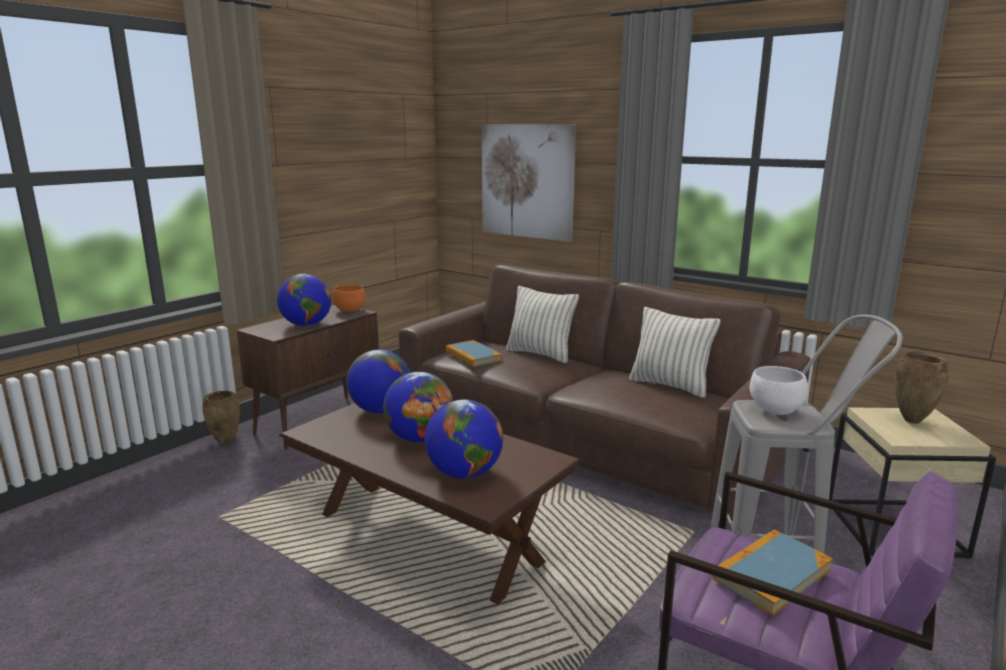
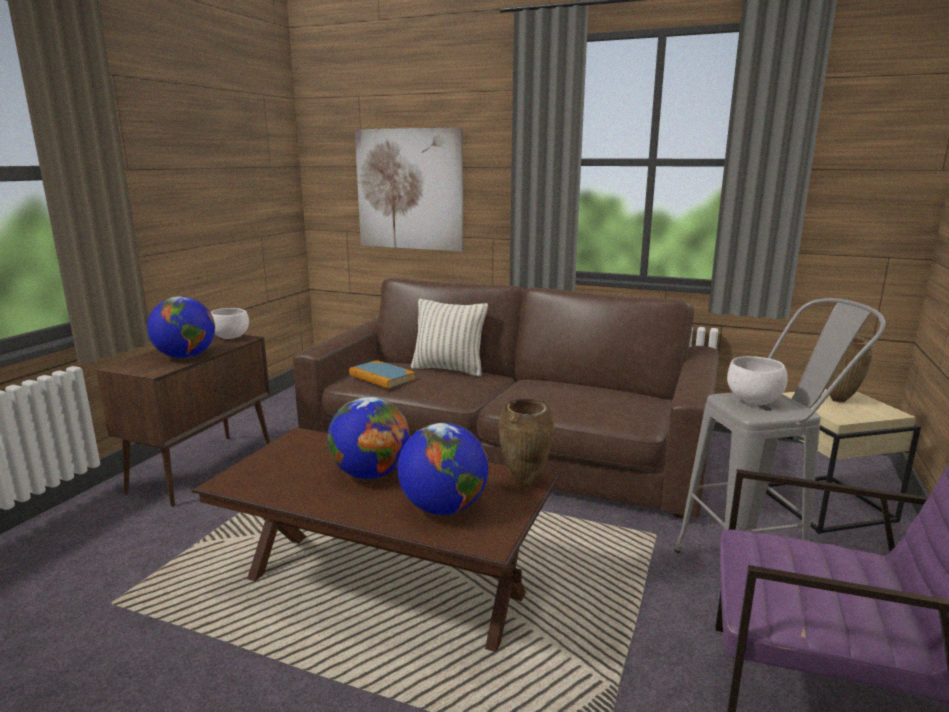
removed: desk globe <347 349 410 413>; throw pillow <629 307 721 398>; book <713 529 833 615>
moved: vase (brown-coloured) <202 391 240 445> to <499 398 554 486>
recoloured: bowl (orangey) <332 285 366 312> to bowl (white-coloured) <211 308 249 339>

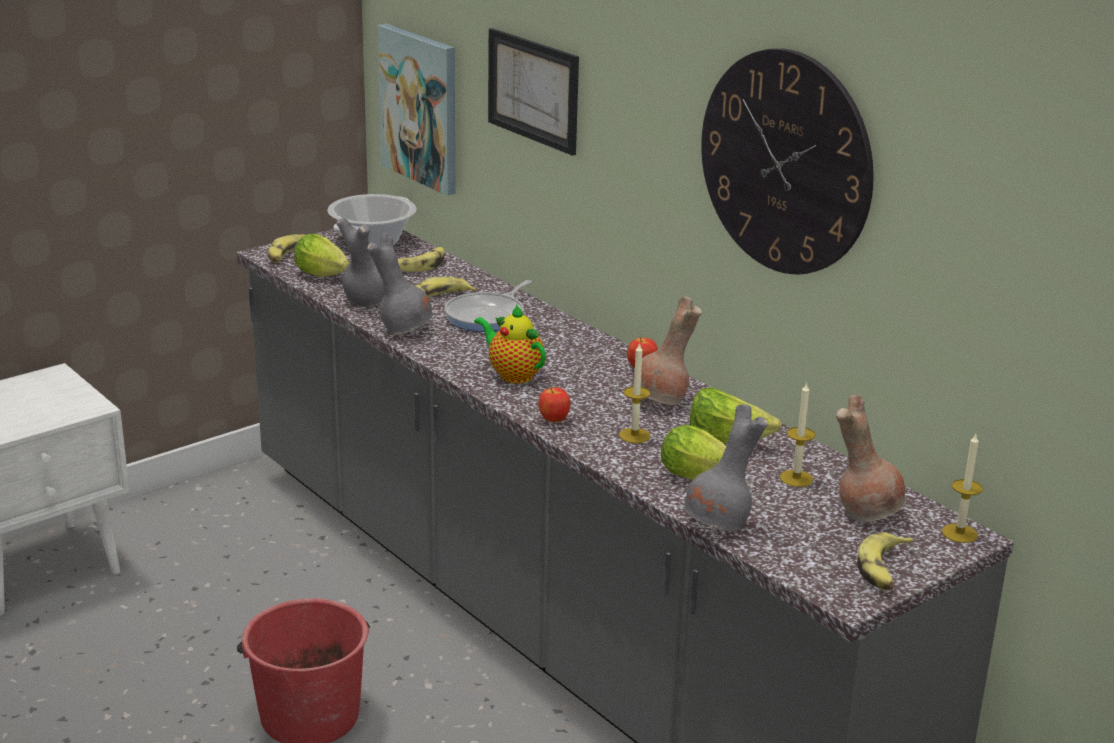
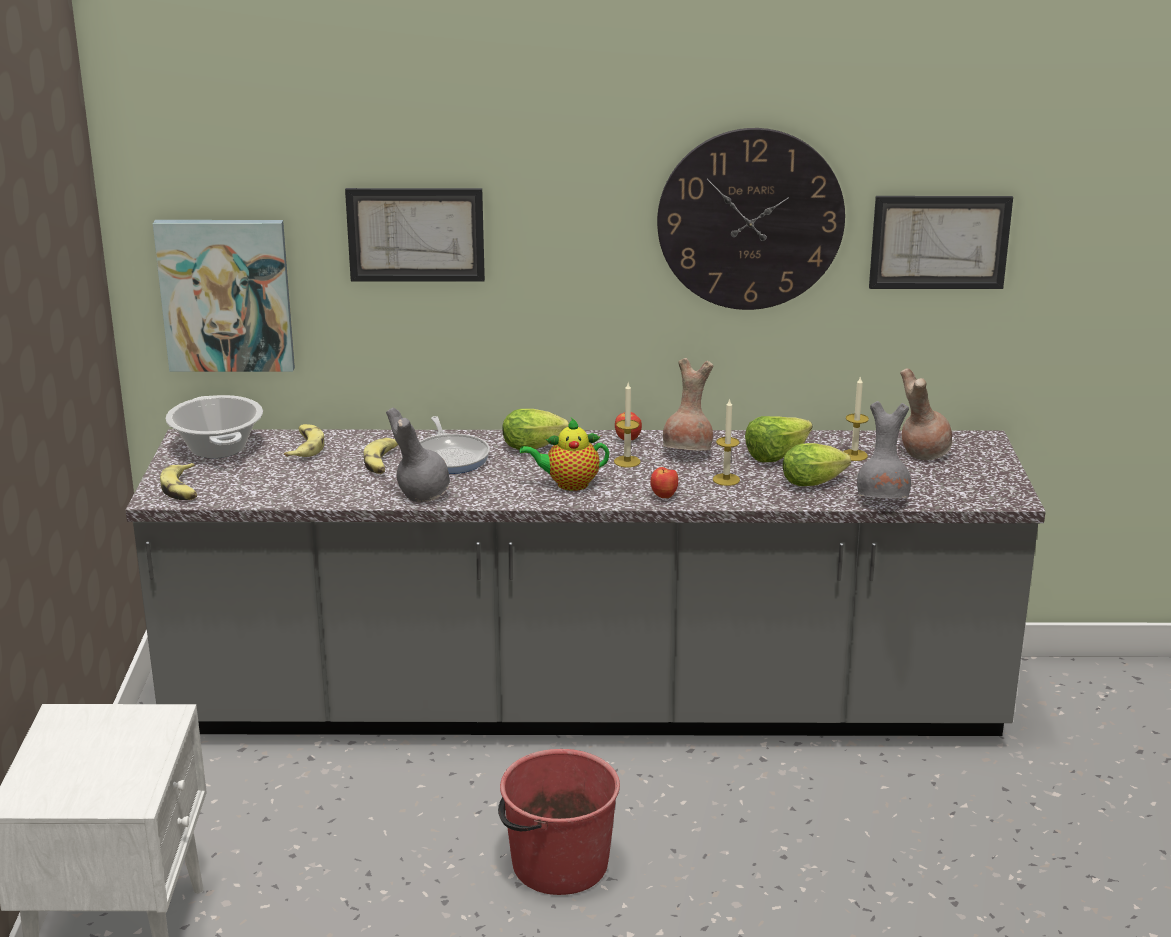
removed: vase (grey) <336 218 385 307>; banana <857 532 914 590>
added: picture <869 196 1013 289>
moved: head of lettuce <294 234 350 277> to <502 409 569 450>; wax candle <942 434 983 543> to <614 383 641 468>

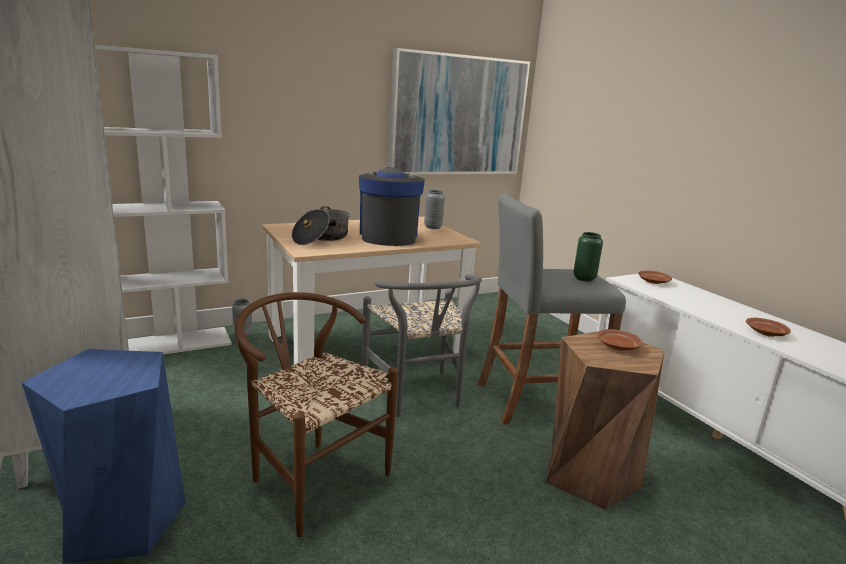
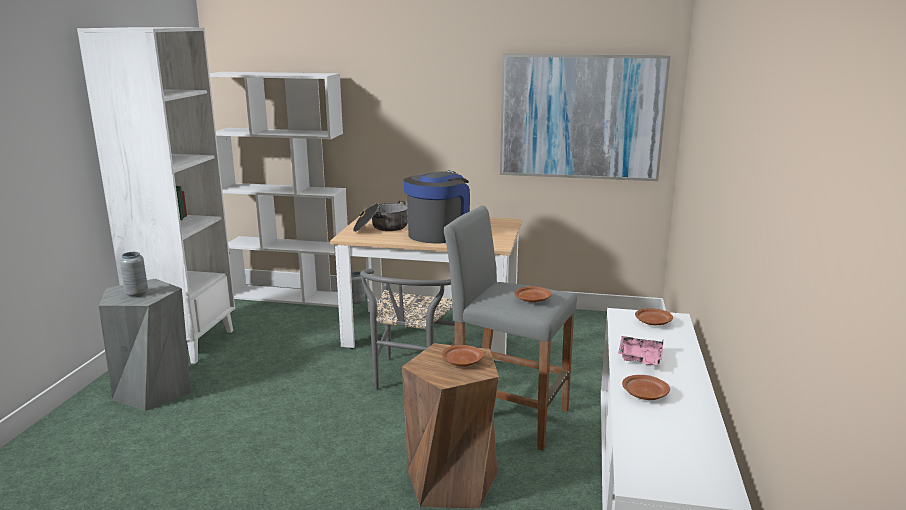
removed: chair (brown-coloured) <235 292 398 537>
added: tray (pinkish) <618 336 664 365>
moved: vase (grey) <424 190 445 229> to <120 252 148 298>
replaced: vase (green) <573 232 603 282> to flat dish (brown-coloured) <514 286 551 303>
recoloured: sitting stool (blue-coloured) <21 349 186 564> to sitting stool (grey) <99 279 191 411>

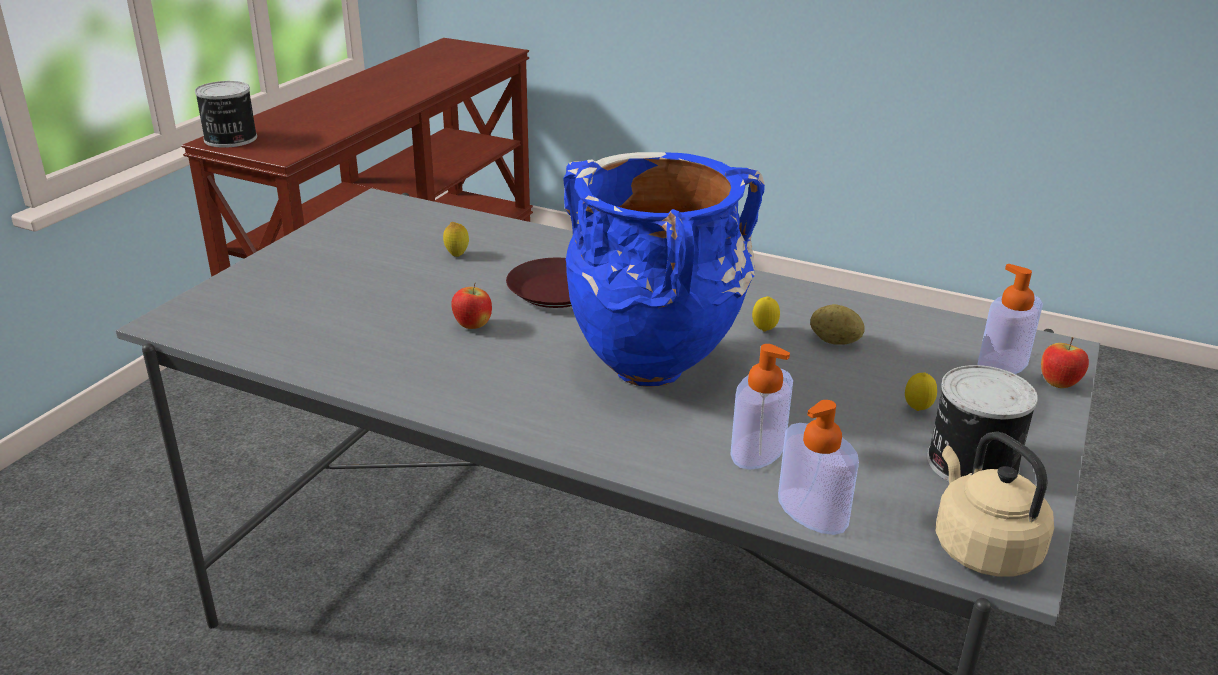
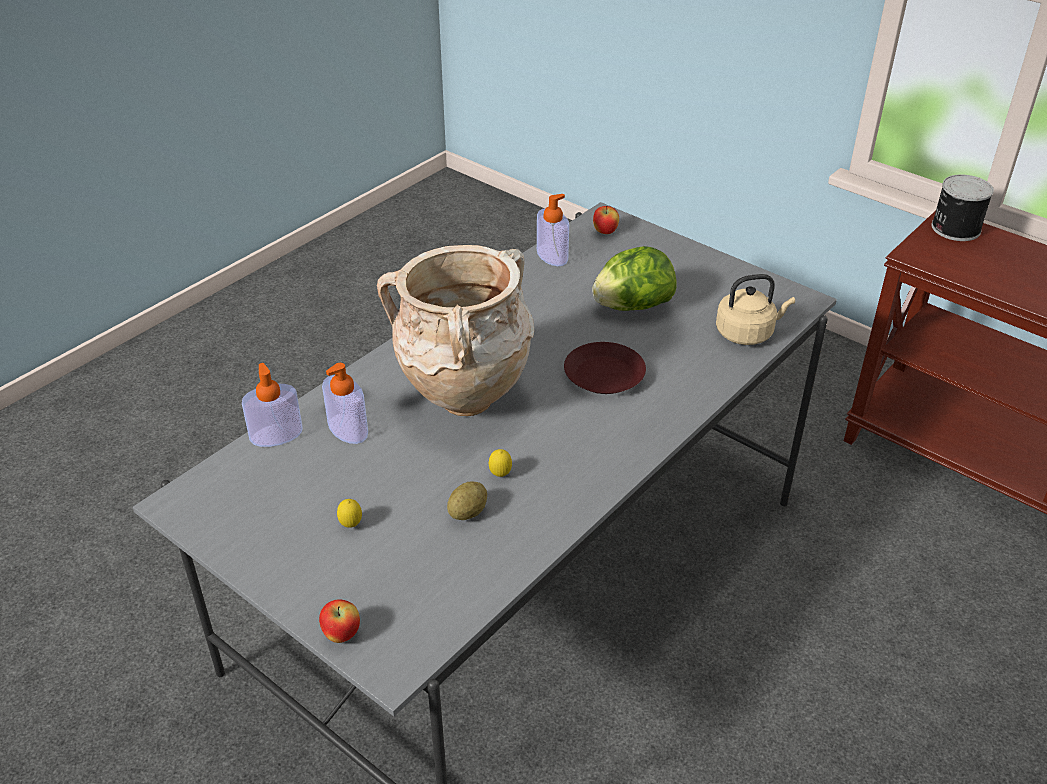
removed: citrus fruit <443 222 469 257>; can <927 365 1038 482>
added: head of lettuce <592 246 676 311>
moved: whole apple <451 283 492 329> to <593 206 619 234>; kettle (beige-coloured) <936 431 1054 576> to <716 274 795 345>; soap dispenser <978 264 1043 374> to <537 194 569 266>
recoloured: vase (blue-coloured) <563 152 765 387> to vase (beige-coloured) <377 245 534 416>

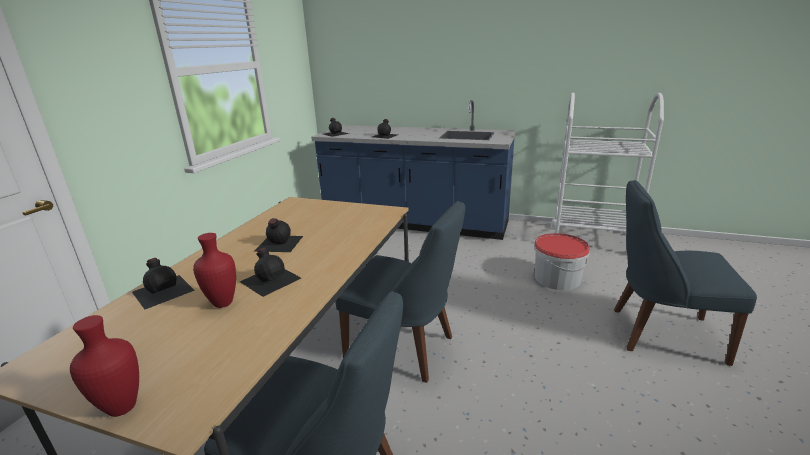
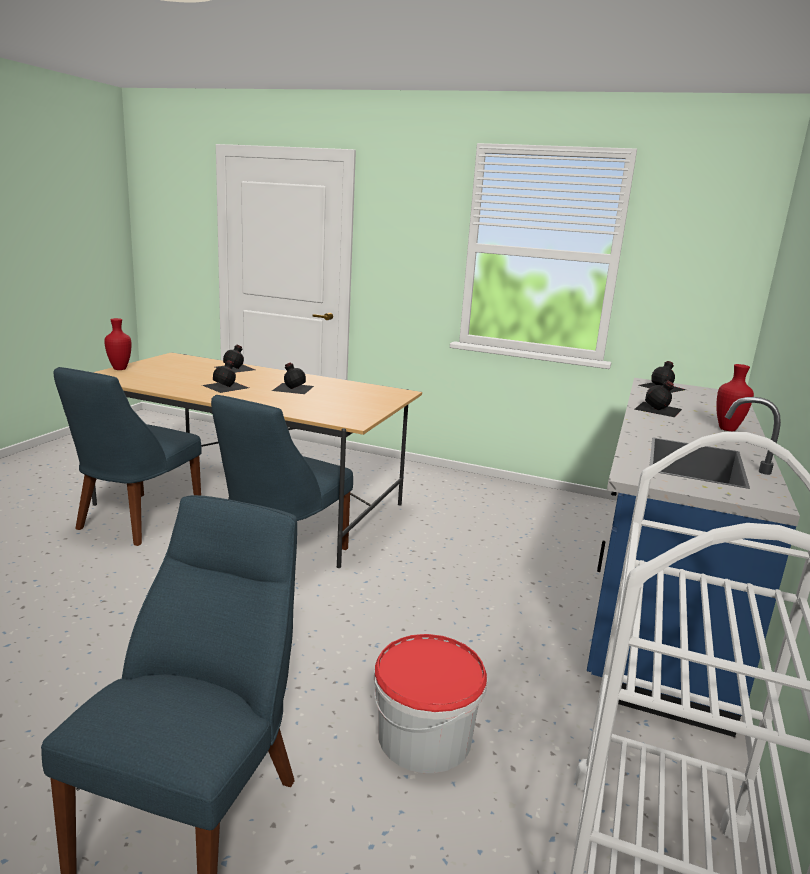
moved: vase (red) <193 233 236 308> to <716 364 754 431>

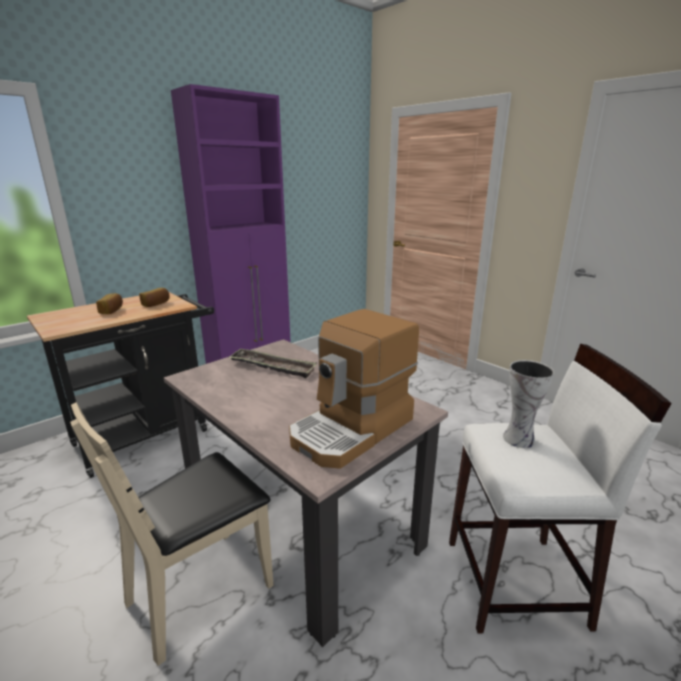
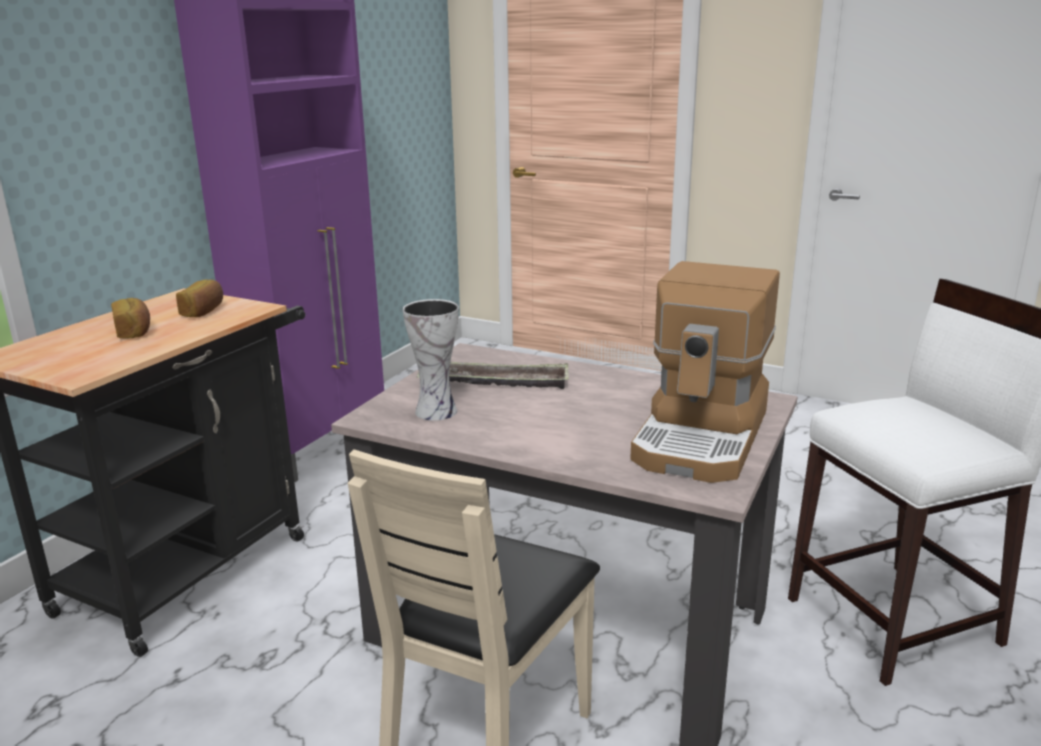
moved: vase <503 360 554 448> to <403 299 459 421>

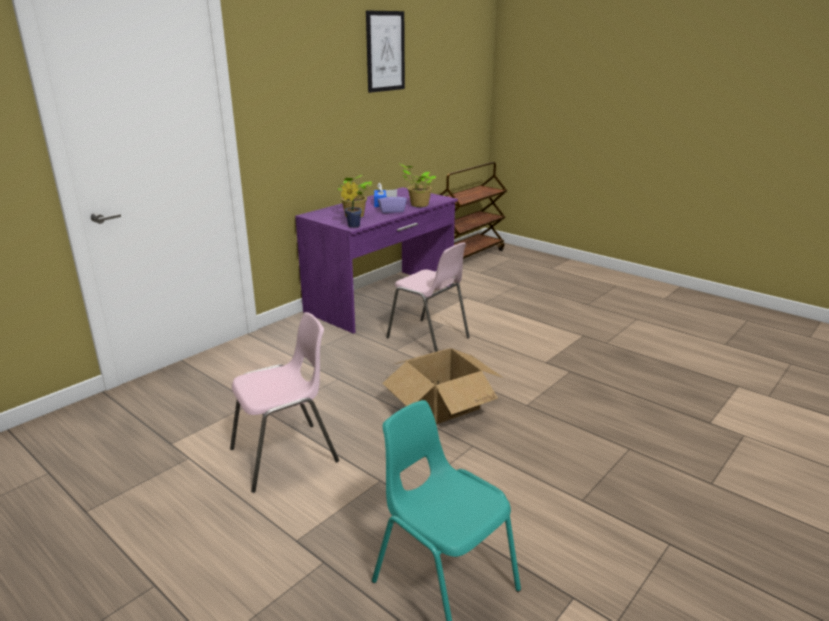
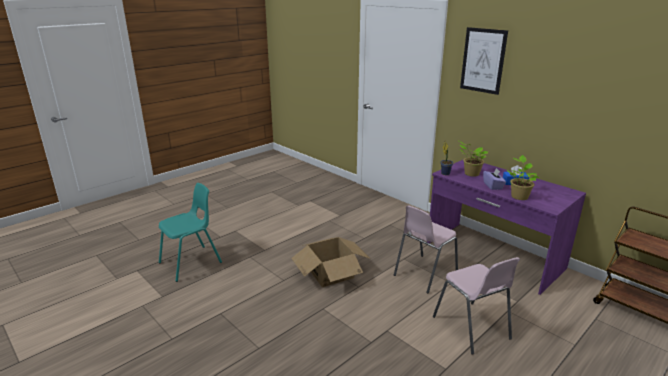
moved: chair (pinkish) <230 312 339 493> to <433 257 520 355>; picture <366 11 405 93> to <460 27 508 95>

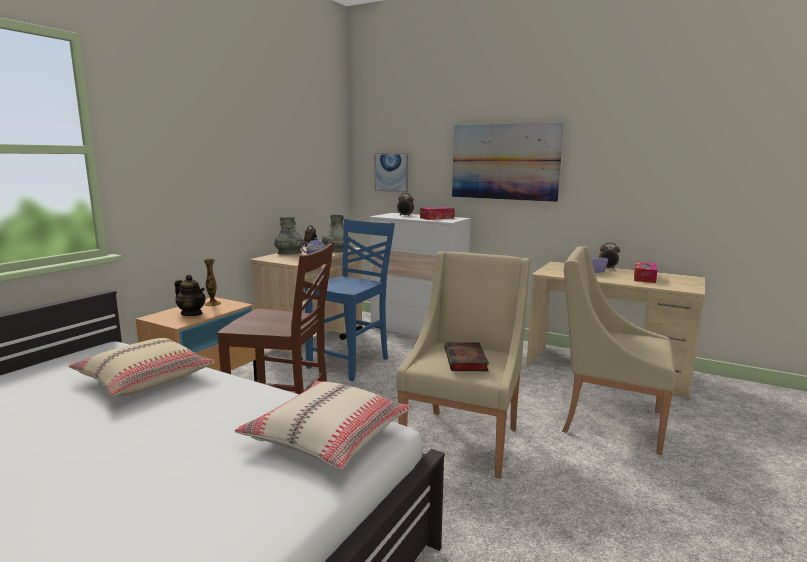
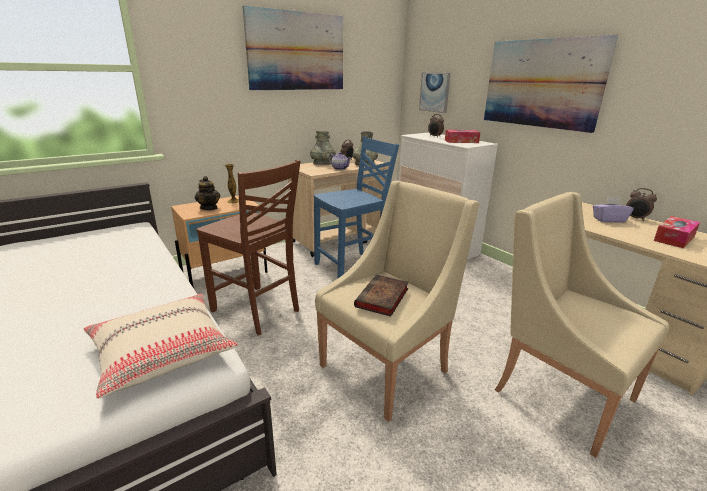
removed: throw pillow (beige-coloured) <69 338 216 396>
added: picture <242 5 343 90>

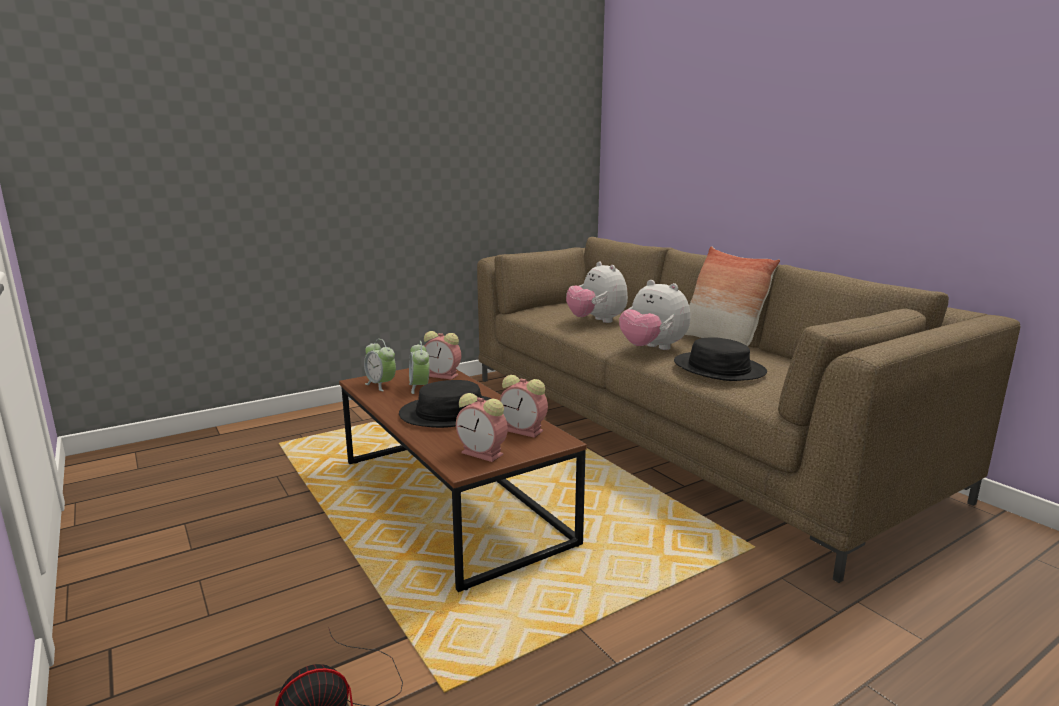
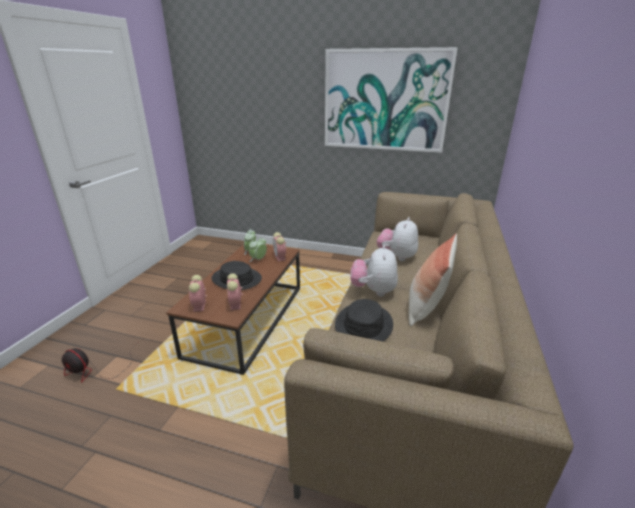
added: picture <325 47 458 153>

